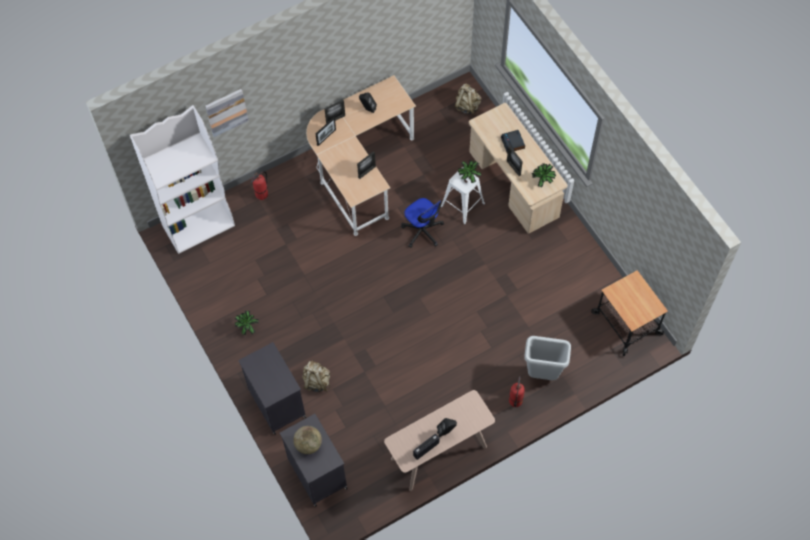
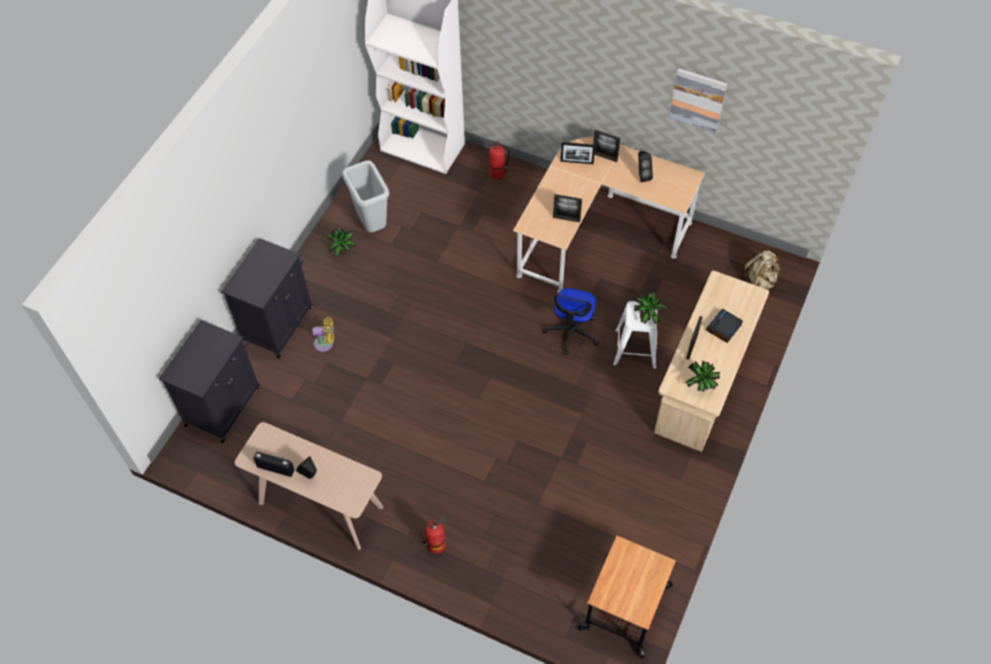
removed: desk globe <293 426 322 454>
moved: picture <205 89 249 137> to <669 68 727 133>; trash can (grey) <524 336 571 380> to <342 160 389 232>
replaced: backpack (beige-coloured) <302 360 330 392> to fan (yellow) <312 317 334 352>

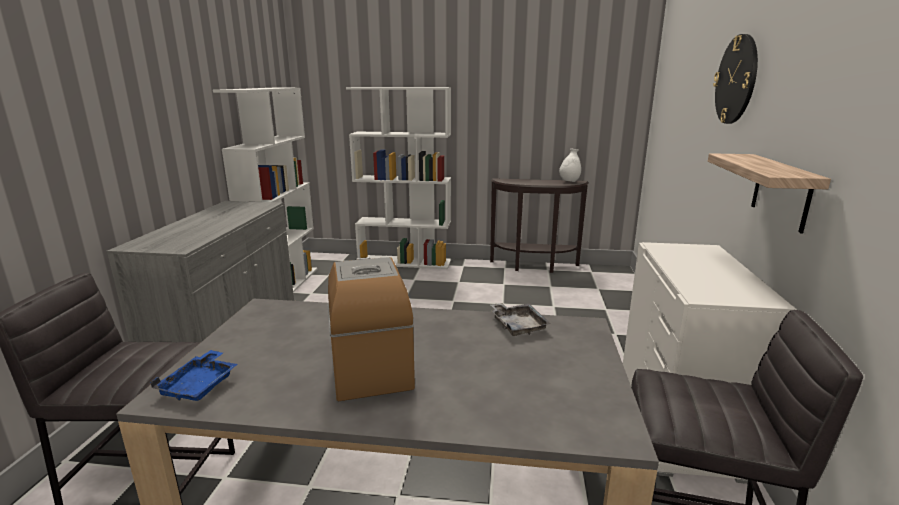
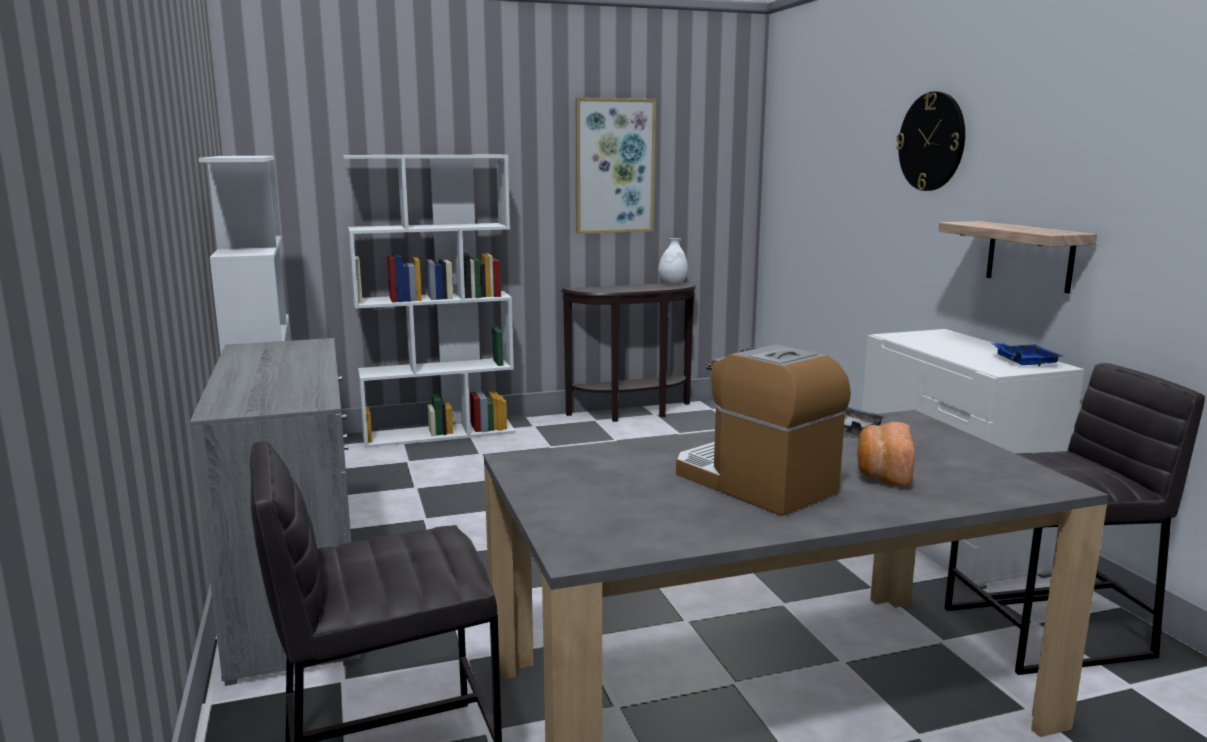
added: picture <576 97 656 234>; baked bread <857 422 915 487>
moved: tray (blue-coloured) <150 350 238 401> to <990 343 1062 366>

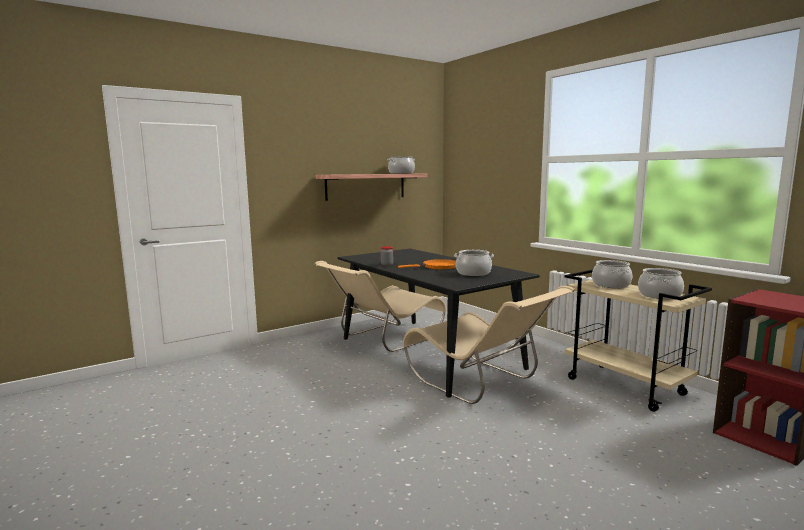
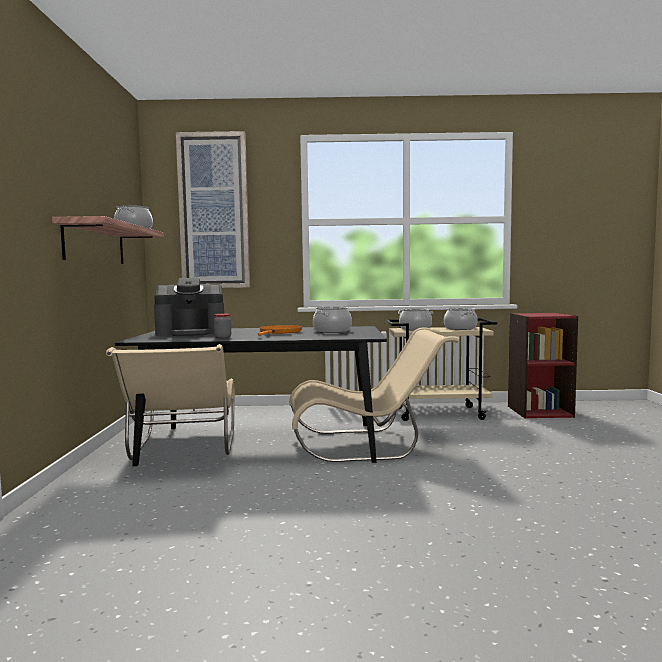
added: coffee machine <154 278 224 336>; picture <176 131 250 288>

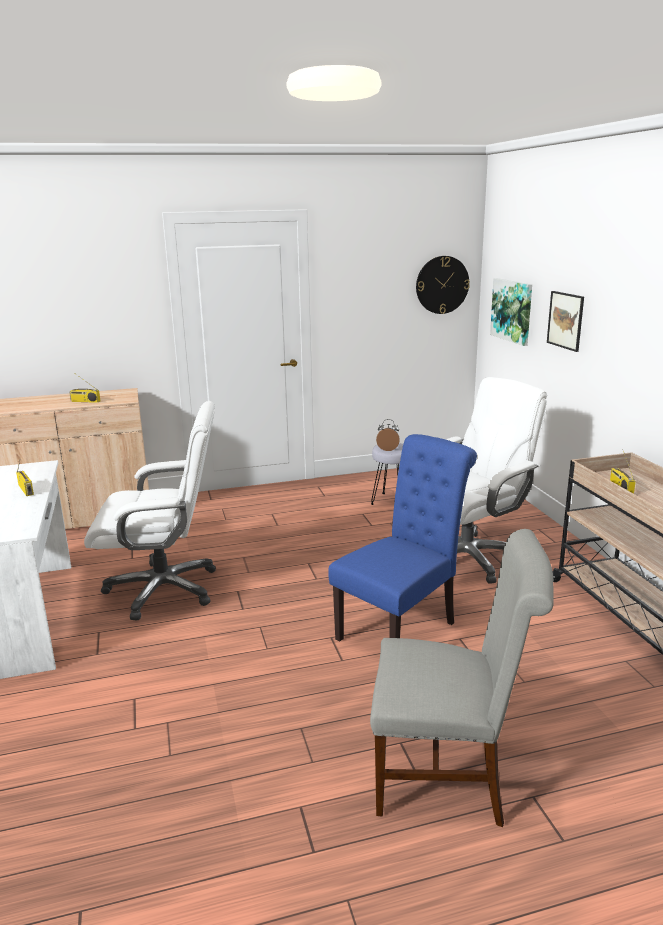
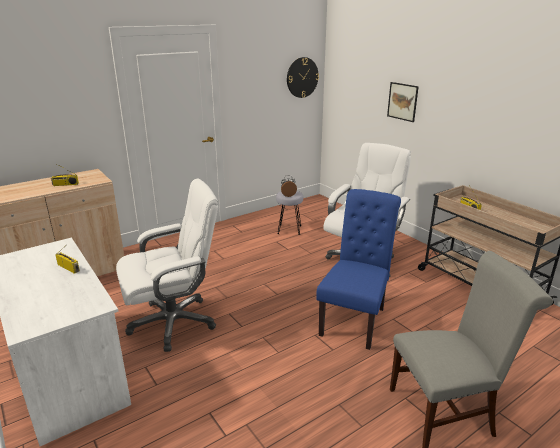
removed: picture <490 278 532 346>

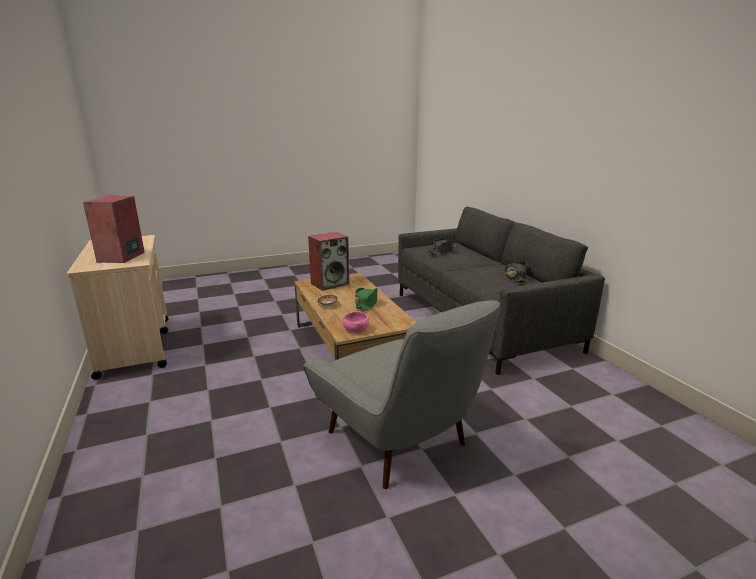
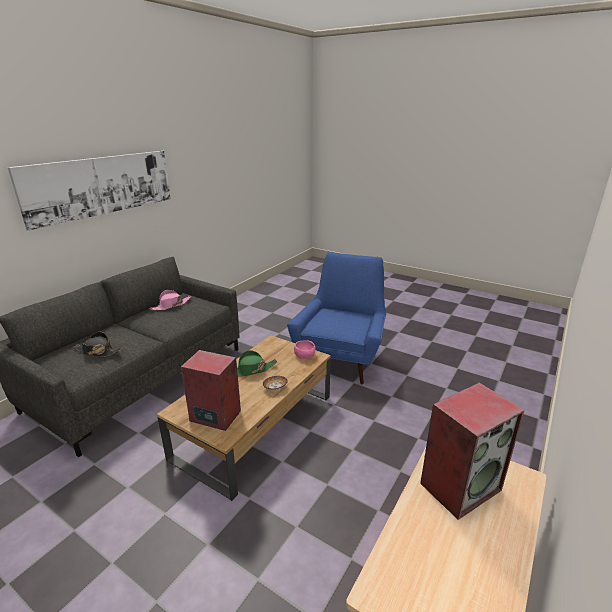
added: picture <7 151 171 231>
recoloured: lounge chair (grey) <303 300 500 489> to lounge chair (blue-coloured) <287 252 386 384>; wearable hat (black) <504 261 528 282> to wearable hat (pinkish) <149 290 192 311>

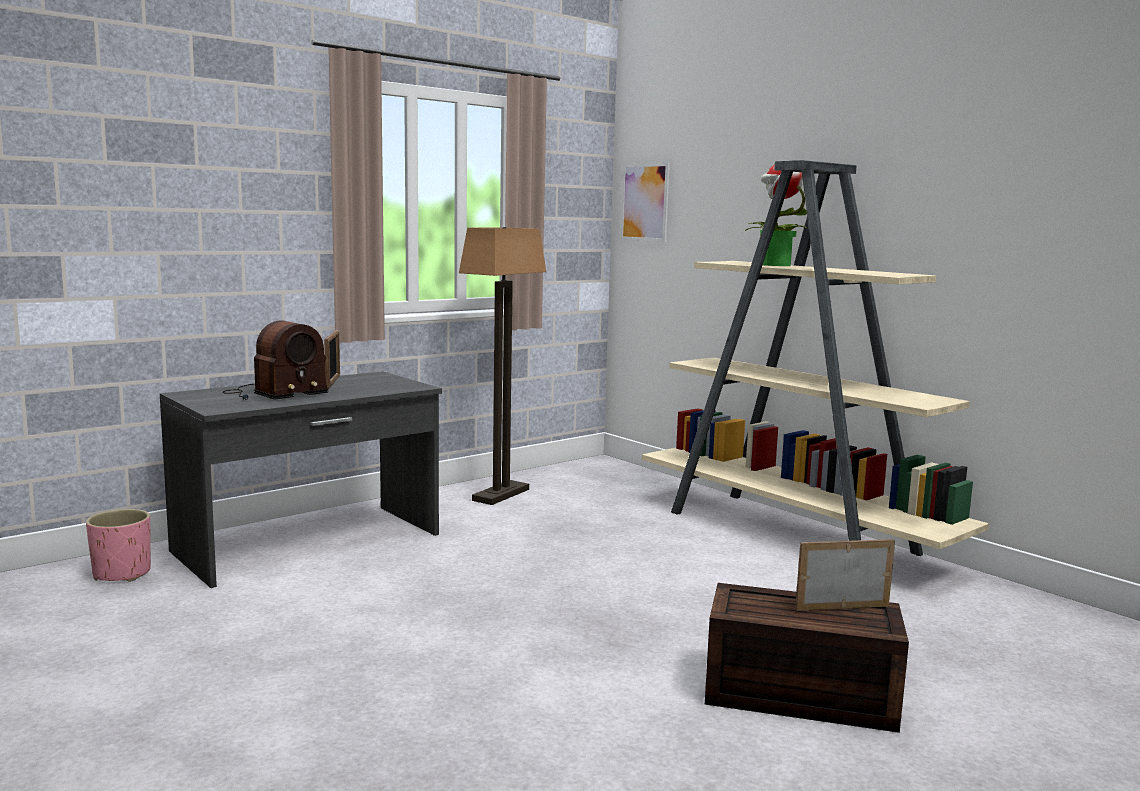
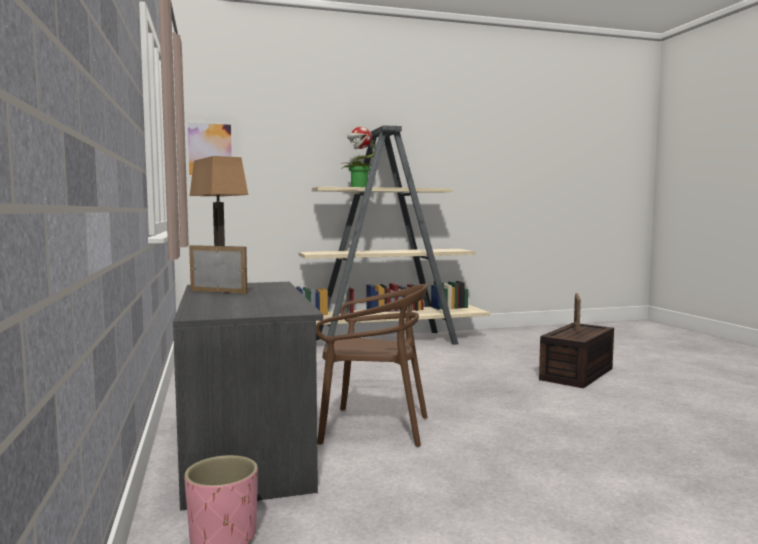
removed: radio set <223 320 328 400>
added: chair (brown-coloured) <316 284 428 447>

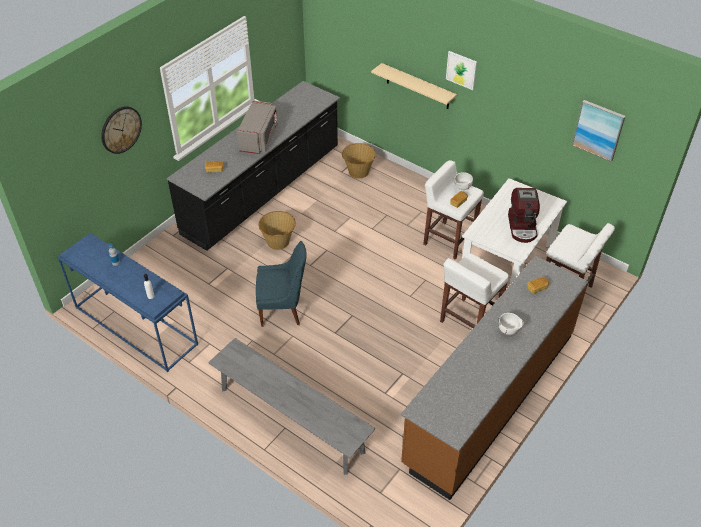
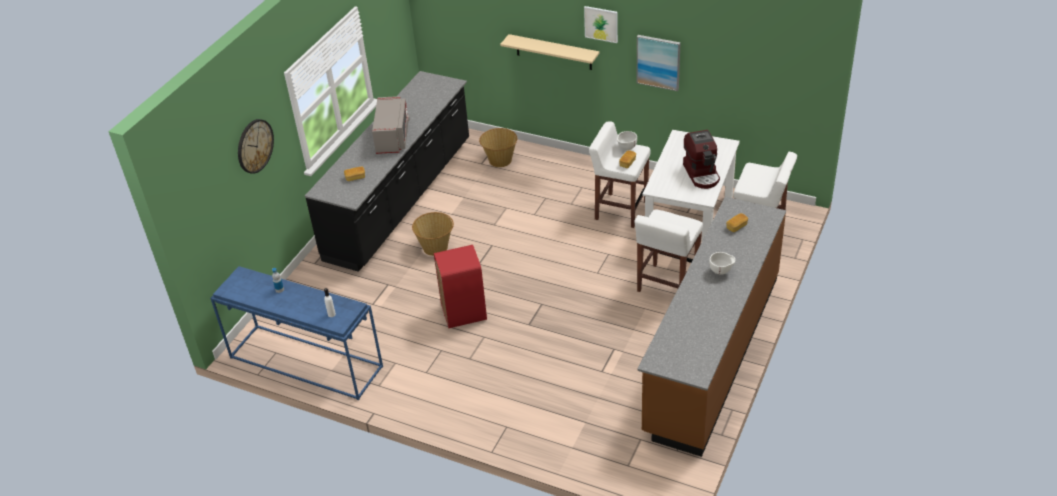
removed: bench (grey) <208 338 376 475>
moved: picture <572 100 625 162> to <637 35 681 91>
replaced: chair (blue-coloured) <256 241 307 327> to trash can (red) <434 245 487 328>

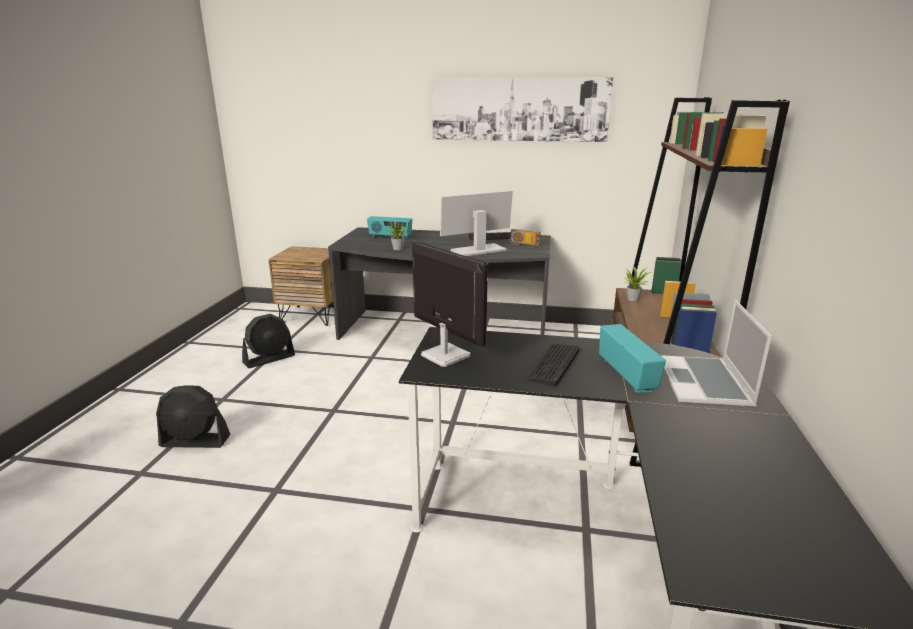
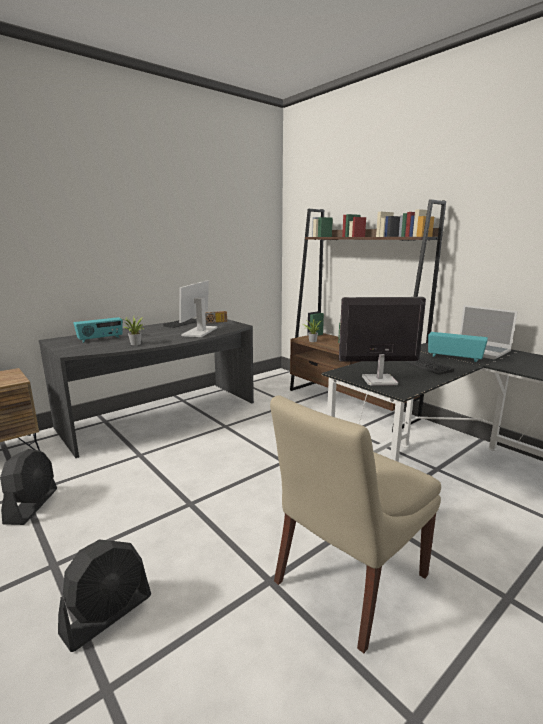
removed: picture <432 77 613 142>
added: chair (beige-coloured) <270 395 441 653>

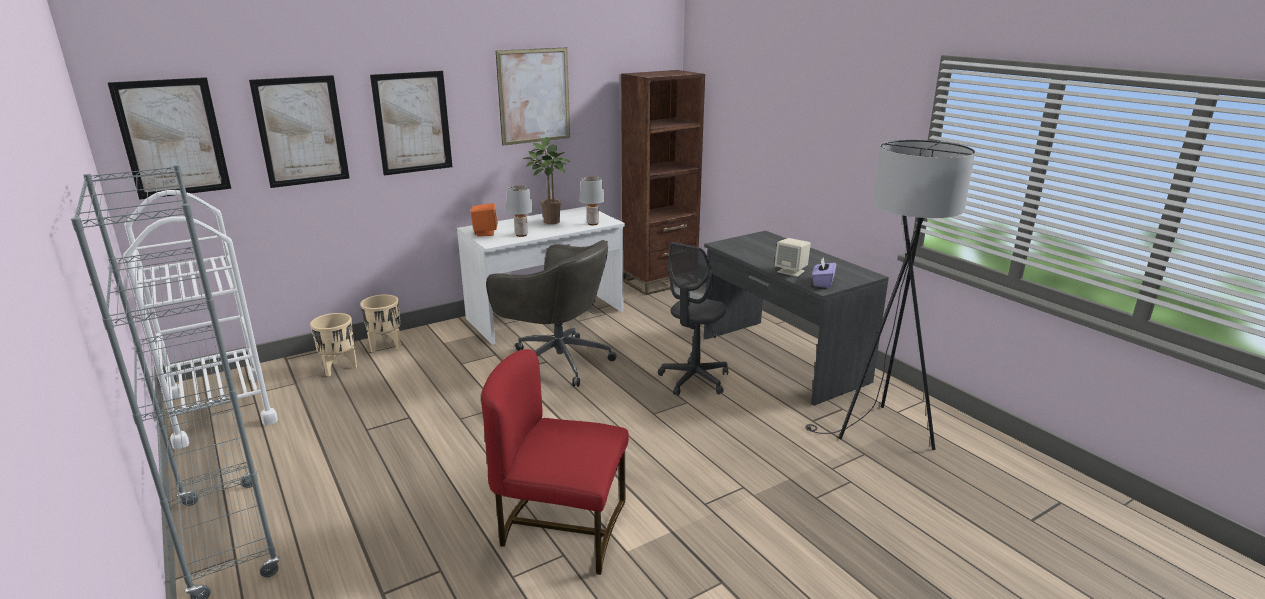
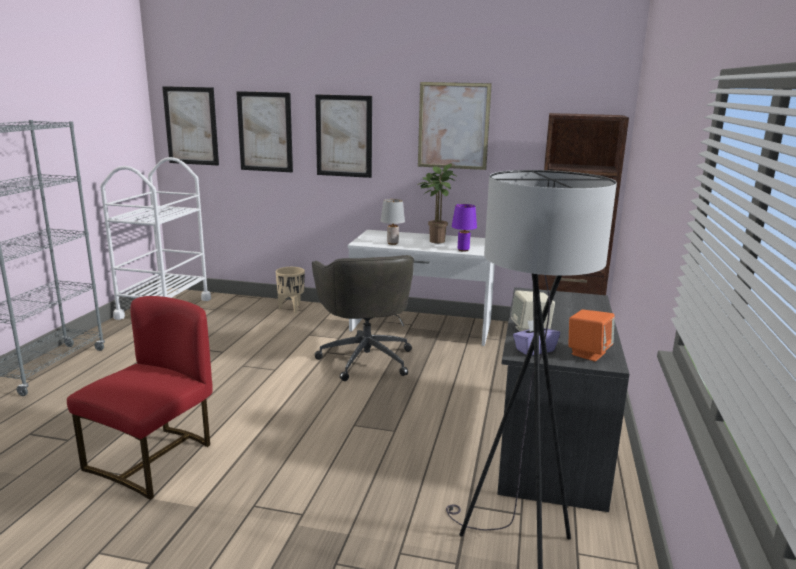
removed: flower pot (beige-coloured) <310 313 357 376>; computer chair (grey) <658 242 728 396>
moved: speaker (orangey) <470 203 498 236> to <568 310 615 362>
recoloured: table lamp (grey) <579 176 605 225> to table lamp (purplish) <452 204 477 252>
turned: chair (red) <481 349 629 575> = <67 296 213 500> 60 degrees clockwise

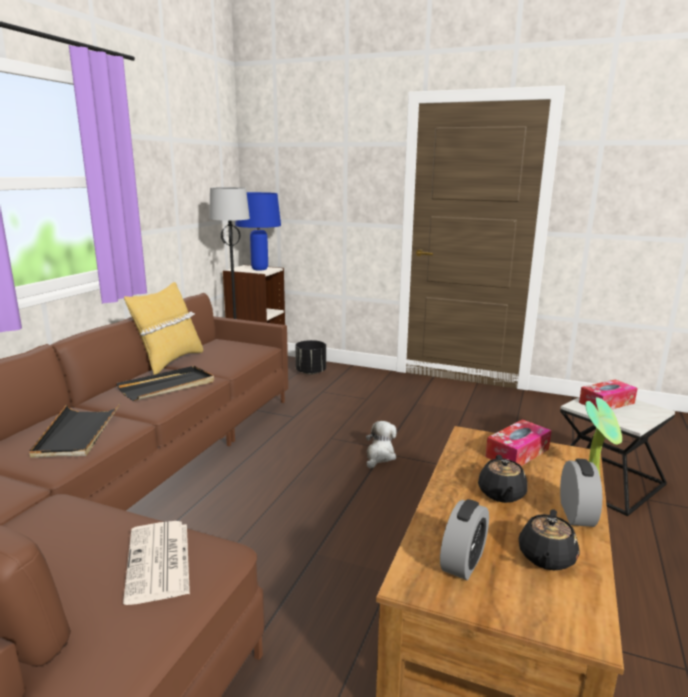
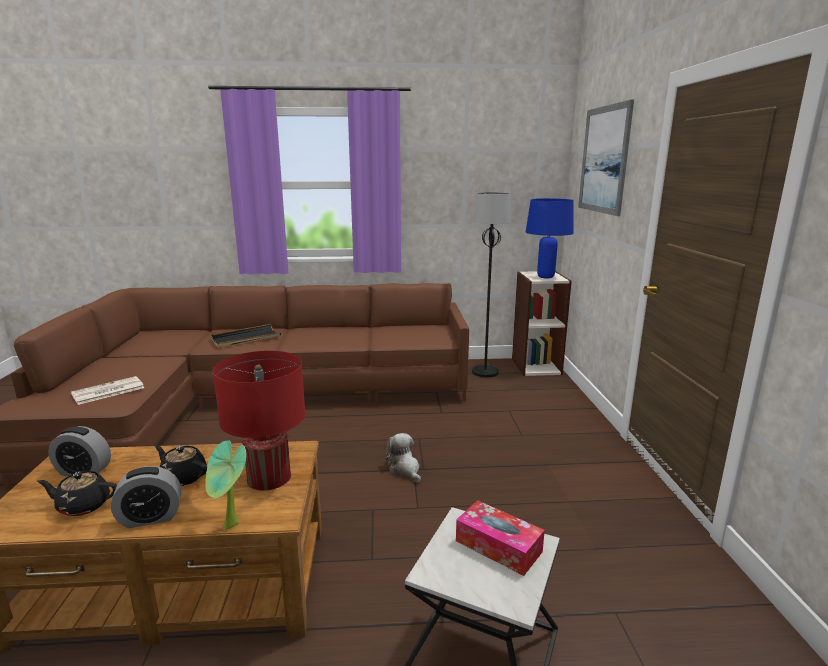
removed: tray (black) <117 366 214 401>; throw pillow (yellow) <124 282 203 375>; flower pot (black) <295 340 326 375>
added: picture <578 99 634 216>
replaced: box of tissues <486 419 552 466> to table lamp (red) <213 351 305 491>
turned: plush toy <366 421 397 468> = <385 433 421 482> 120 degrees counterclockwise; tea pot (black) <478 455 527 503> = <155 445 207 486> 45 degrees clockwise

